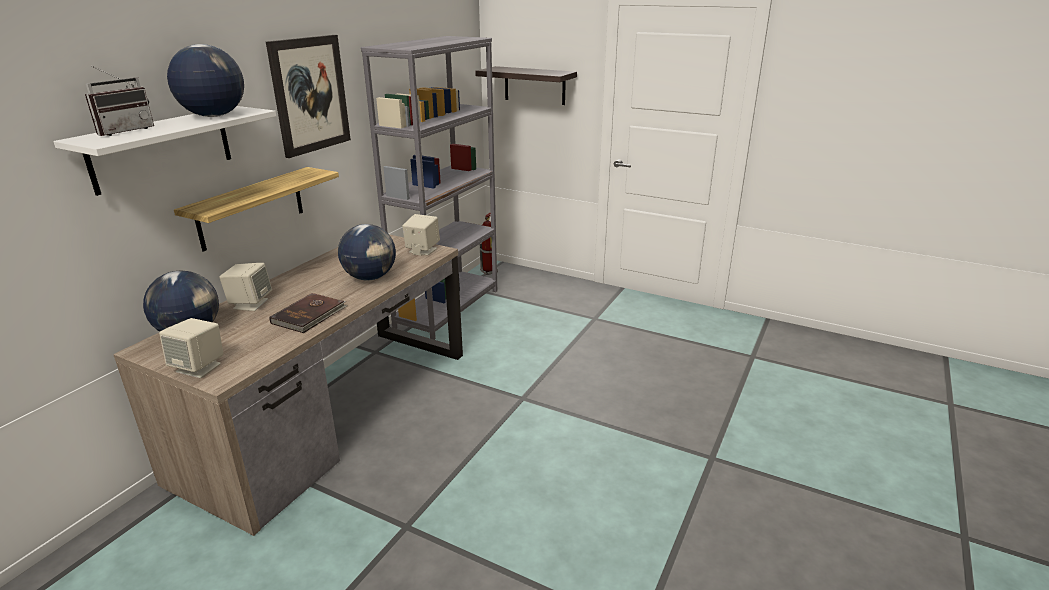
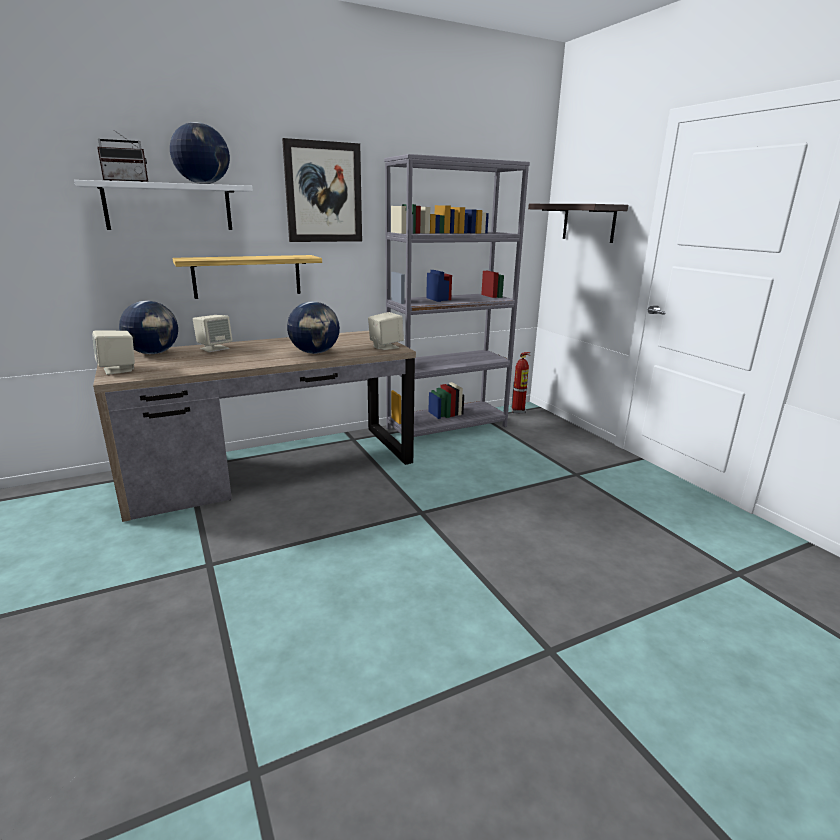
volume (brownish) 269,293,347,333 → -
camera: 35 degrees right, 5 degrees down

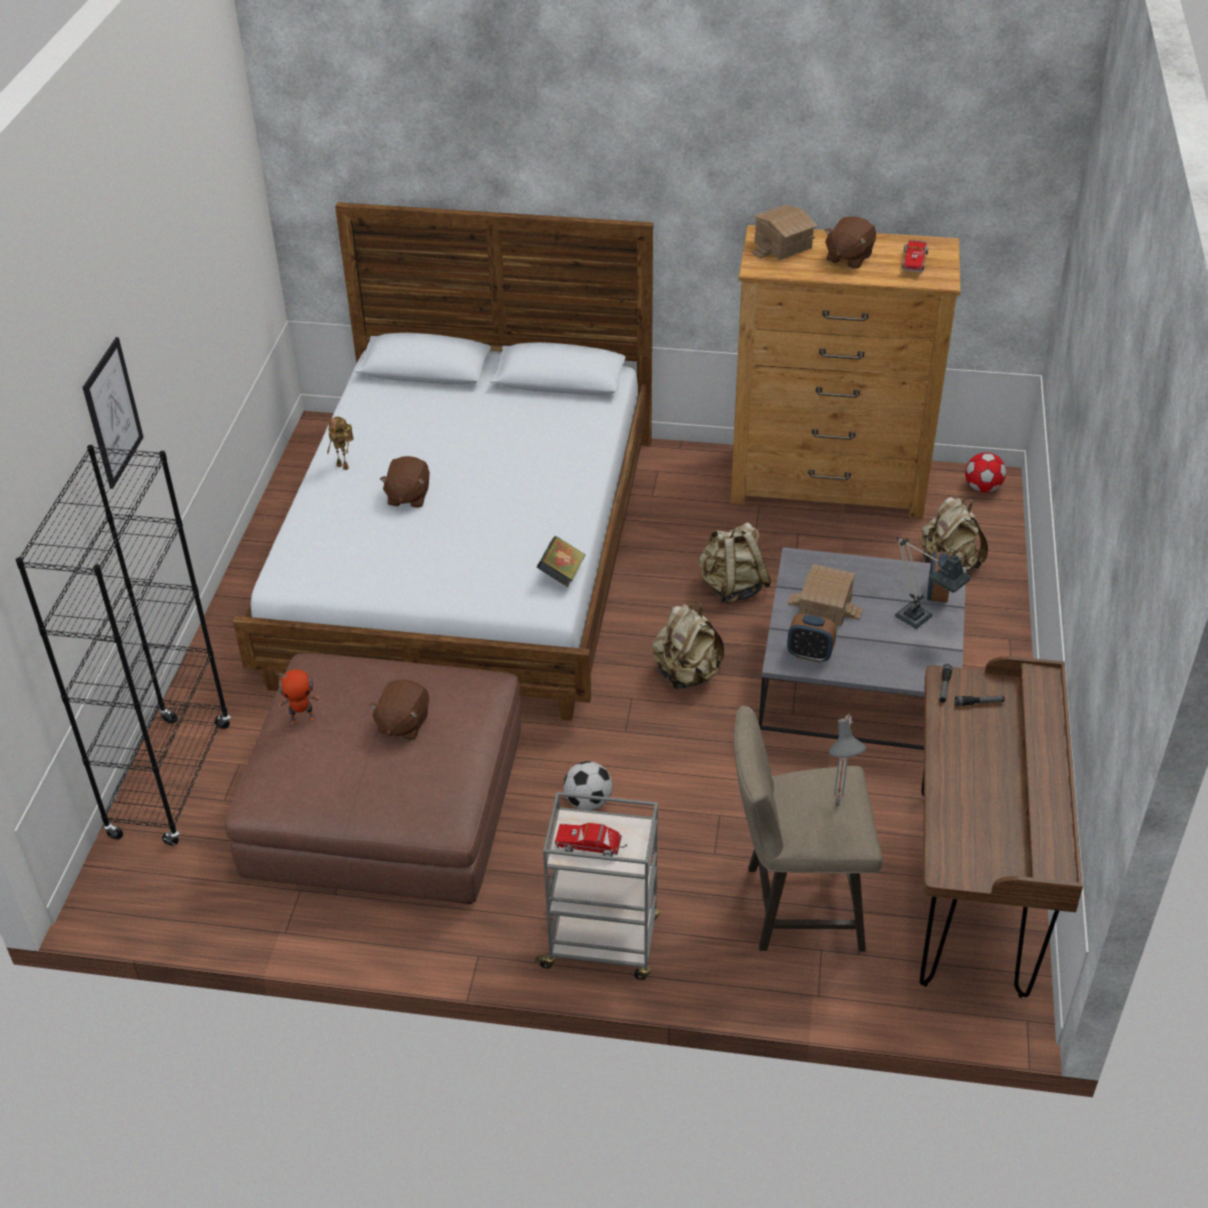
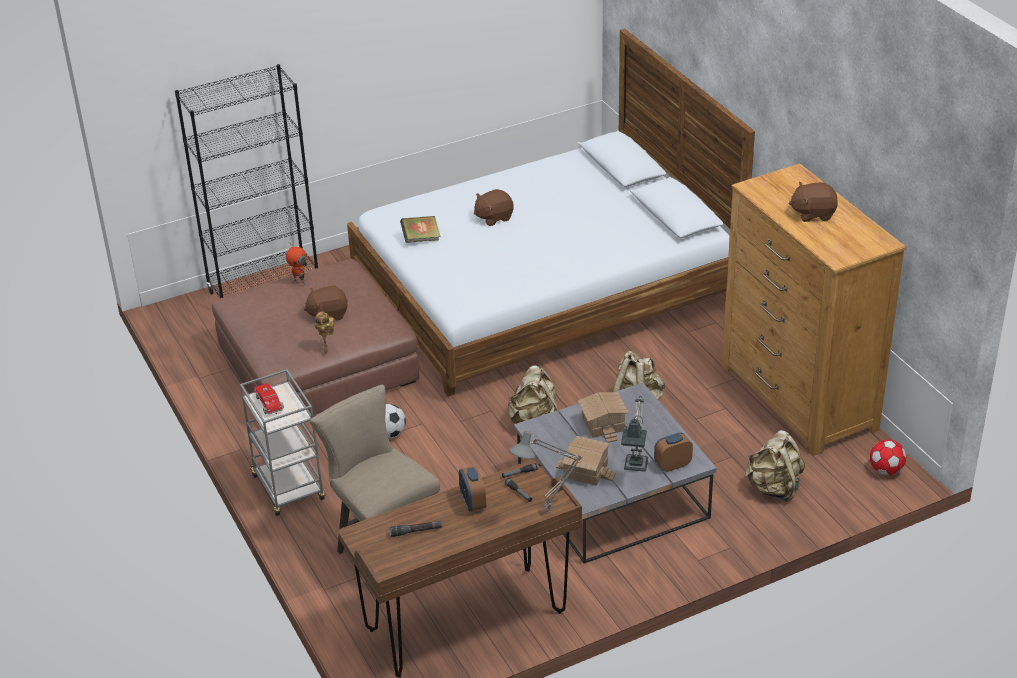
wall art 82,337,144,489 → -
robot figure 327,417,354,470 → robot figure 315,312,335,354, move
volume 537,536,586,587 → volume 400,216,441,243, move
toy house 751,204,818,260 → toy house 556,436,616,486, move
table clock 787,614,837,663 → table clock 459,466,486,511, move
tabletop lamp (grey) 829,714,866,808 → tabletop lamp (grey) 509,431,582,514, move
toy lorry 902,240,929,272 → -
- → torch (blackish) 389,520,442,537
camera: 55 degrees right, 5 degrees down

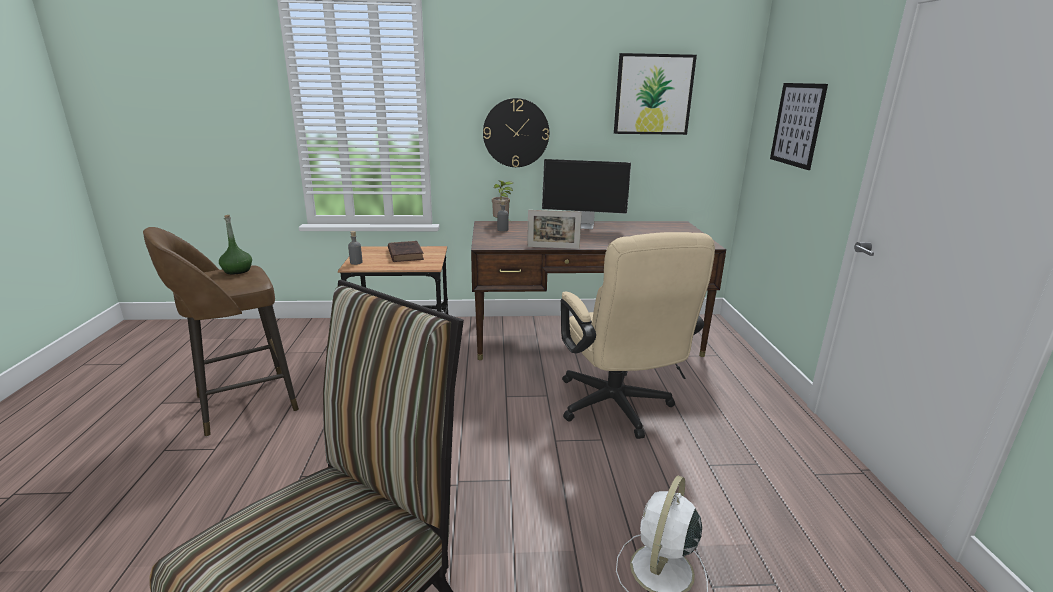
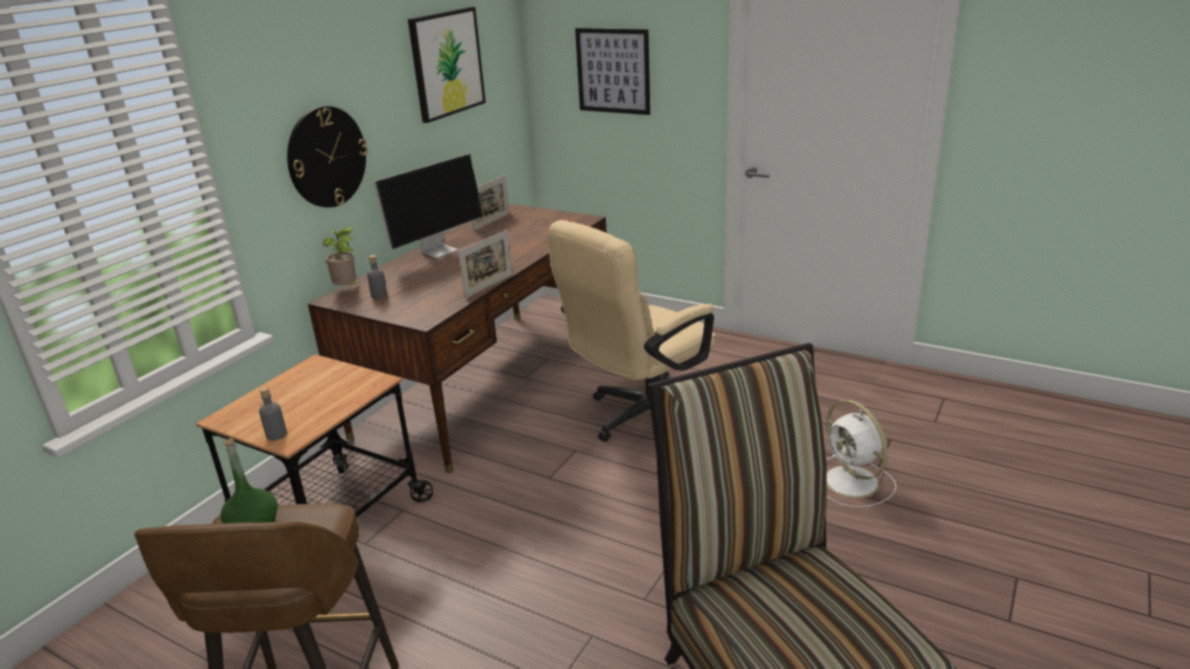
volume (brownish) 388,241,424,262 → -
office chair (beige-coloured) 561,232,715,439 → office chair (beige-coloured) 548,220,716,442, 120 degrees clockwise
- → standing frame 471,175,509,231
camera: 55 degrees left, 5 degrees up

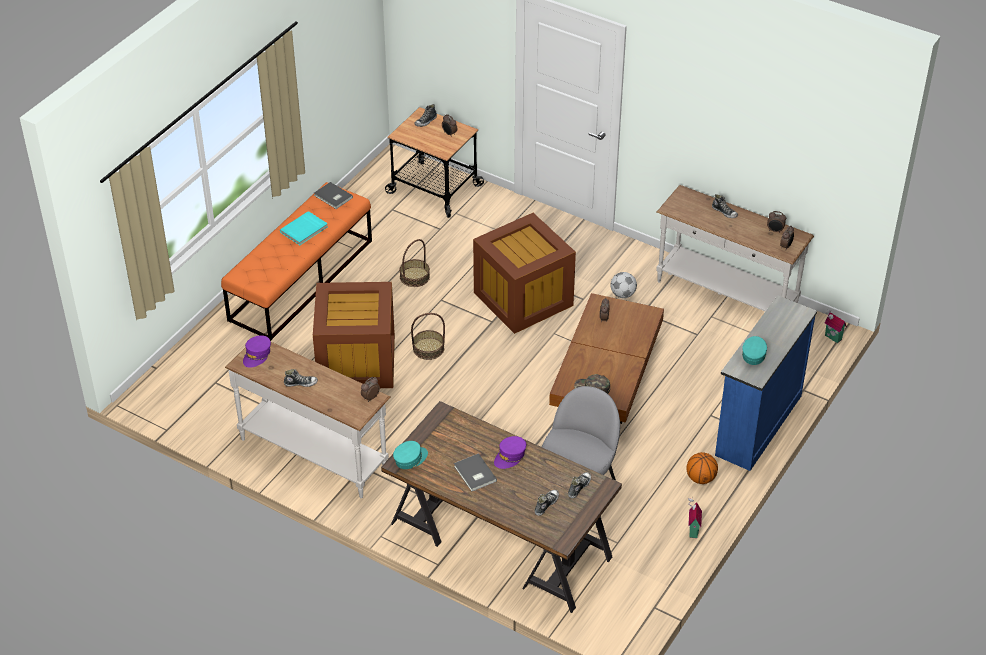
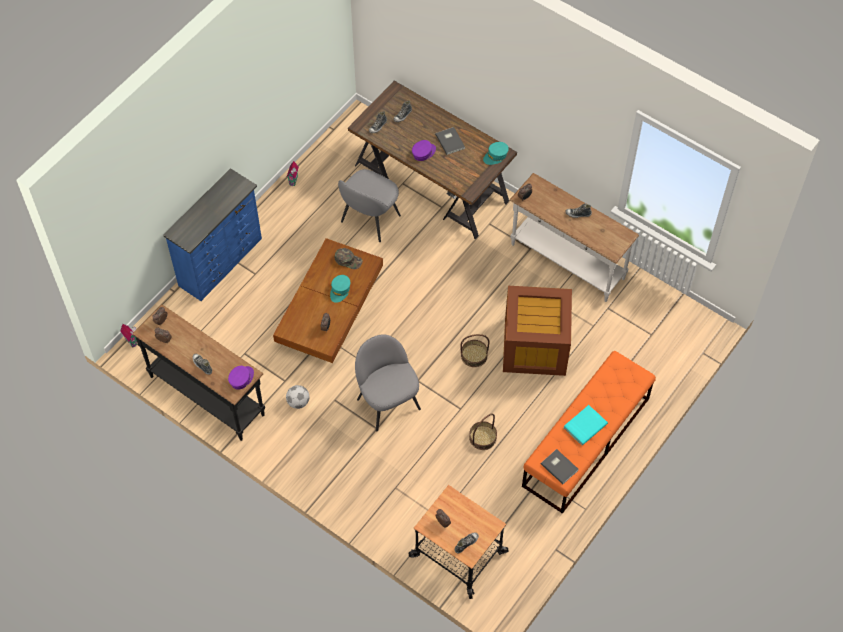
peaked cap (purple-coloured) 243,335,271,368 → peaked cap (purple-coloured) 228,366,254,390, move
storage box (brownish) 473,213,576,334 → upright chair (grey) 355,334,421,431
hall table (white) 656,185,814,311 → hall table (blackish) 133,304,265,441
basketball 686,452,718,484 → -
peaked cap (blue-green) 742,336,767,365 → peaked cap (blue-green) 330,275,350,303, move
camera: 175 degrees left, 15 degrees up

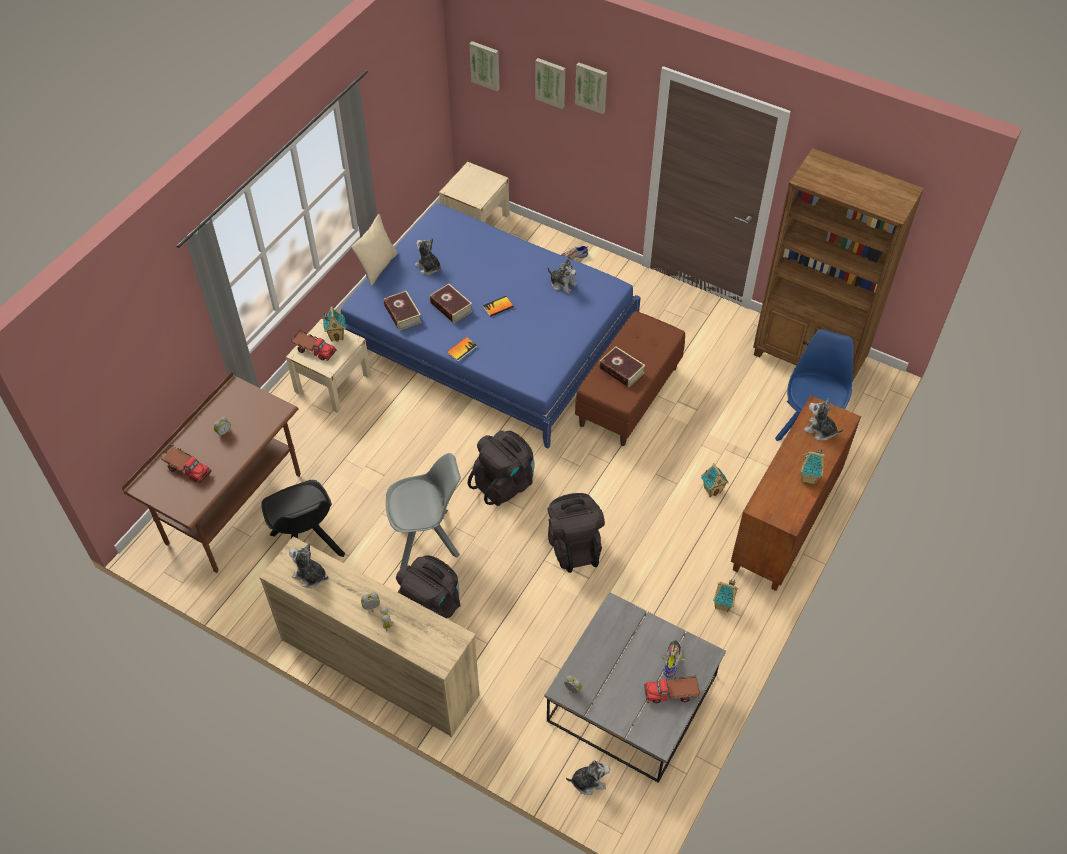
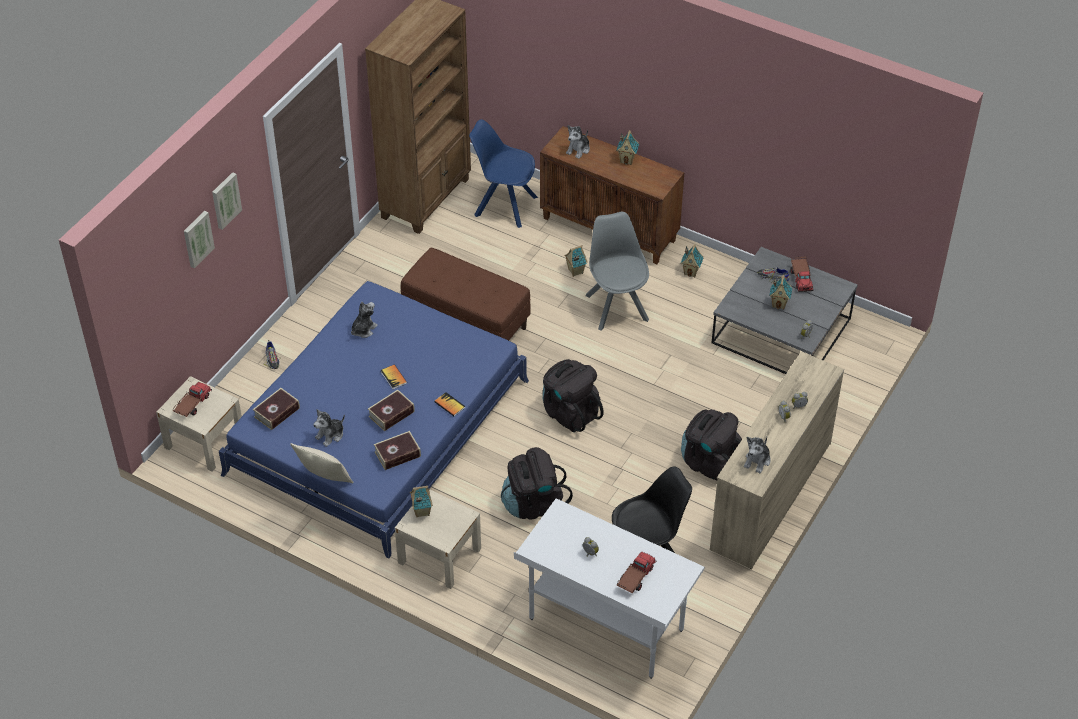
desk table (brownish) 122,372,301,573 → desk table (white) 514,498,705,679
toy lorry 291,330,337,361 → toy lorry 173,382,212,417, move
upright chair (grey) 386,453,461,568 → upright chair (grey) 586,212,649,331, move
wall art 470,41,500,91 → -
rucksack (blackish) 547,493,605,573 → rucksack (blackish) 501,447,573,520, move
plush toy 566,760,610,795 → -
volume 599,346,645,388 → volume 253,388,300,430, move
- → toy house 769,275,792,310
camera: 90 degrees left, 5 degrees down

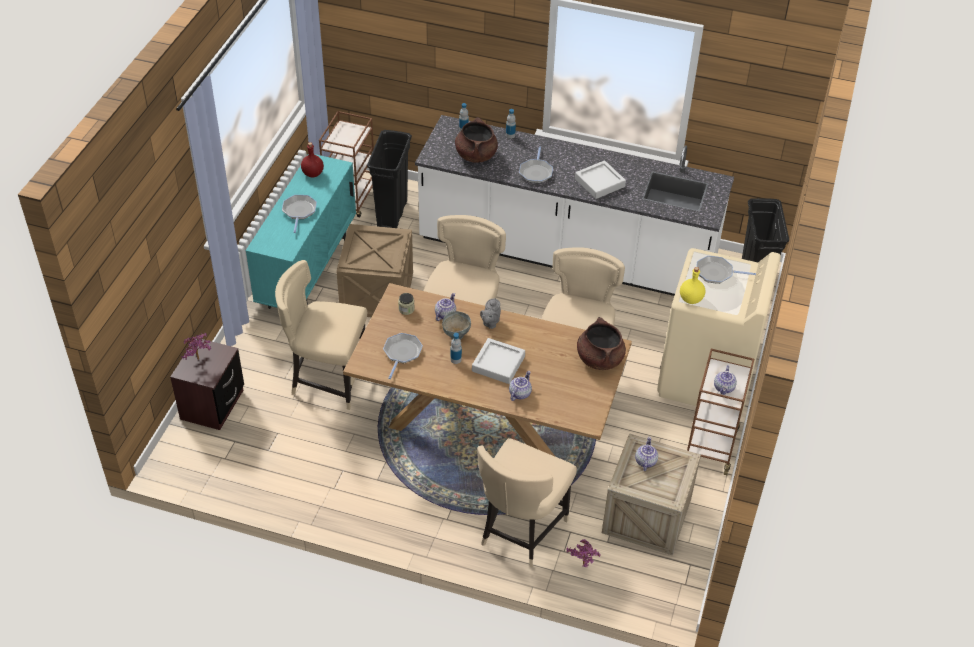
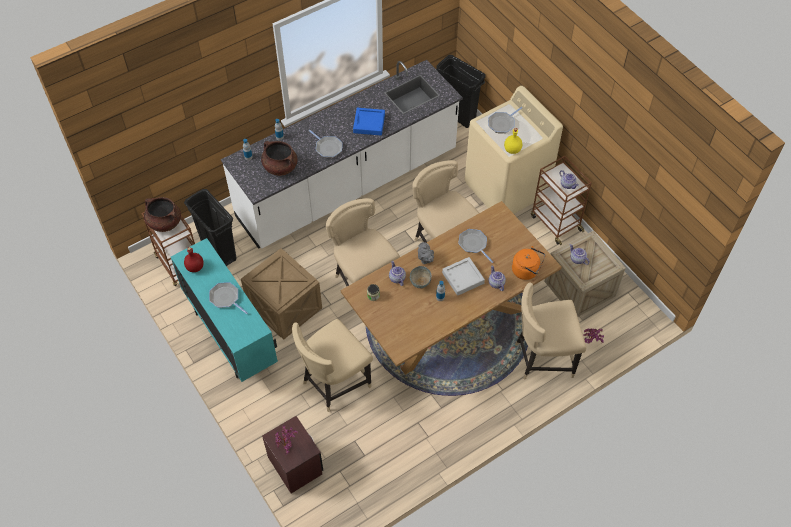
pan 383,333,423,379 → pan 458,229,493,263, move
upright chair (beige-coloured) 477,438,577,567 → upright chair (beige-coloured) 515,283,586,380, 105 degrees clockwise
carrying tray (grey) 575,160,626,199 → carrying tray (blue) 353,108,385,136
stockpot (brownish) 577,317,626,370 → stockpot (brownish) 144,197,181,232, move
- → tea kettle (orange) 512,246,546,280
camera: 50 degrees left, 10 degrees up

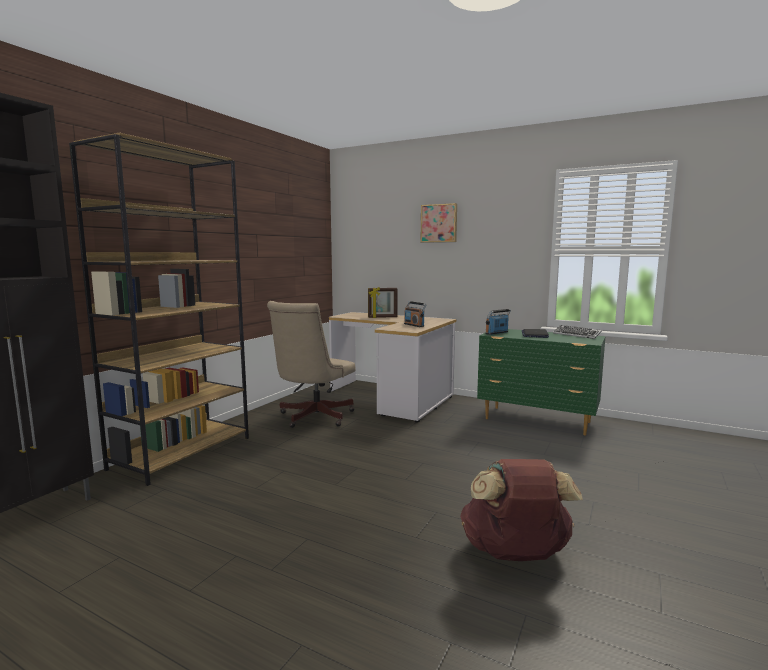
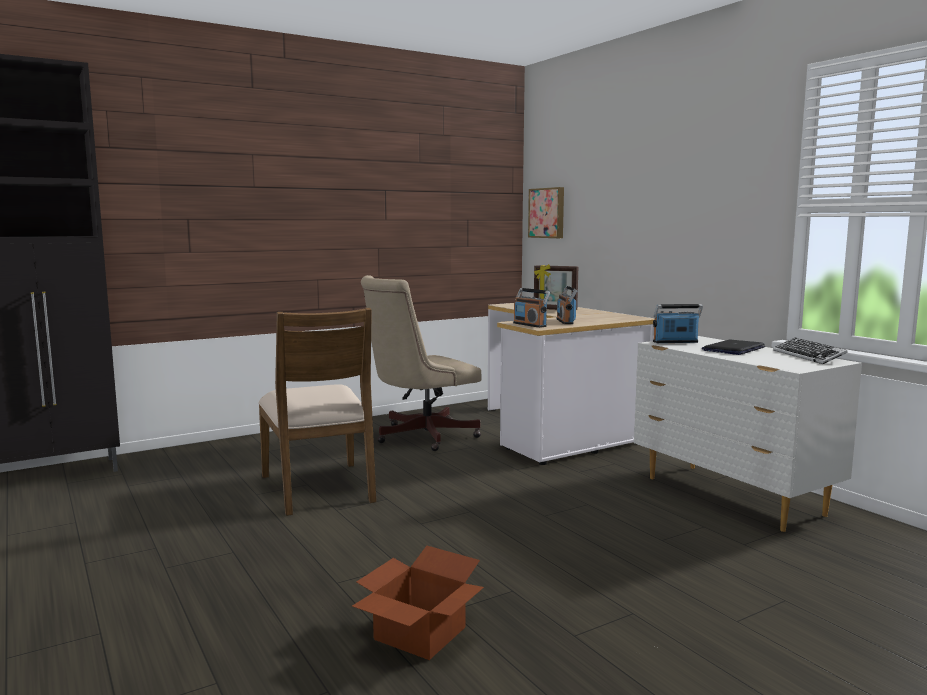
bookshelf (brownish) 69,132,249,486 → -
wall art 420,203,457,243 → wall art 528,187,564,238, move
rucksack (brownish) 460,459,583,561 → cardboard box 352,546,484,660
drawer chest (green) 477,329,606,436 → drawer chest (white) 634,336,862,532
- → upright chair (brownish) 258,308,376,516
- → radio receiver 513,288,550,328
camera: 30 degrees right, 0 degrees up

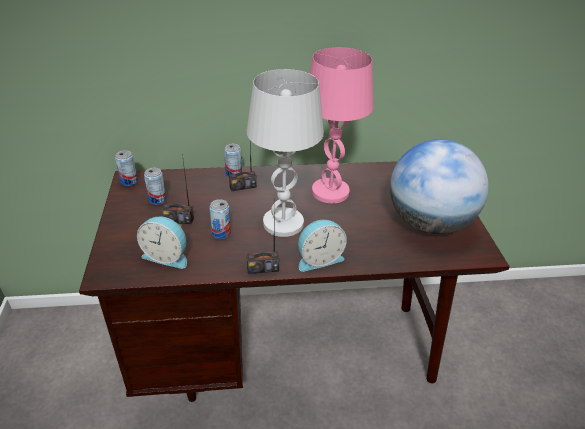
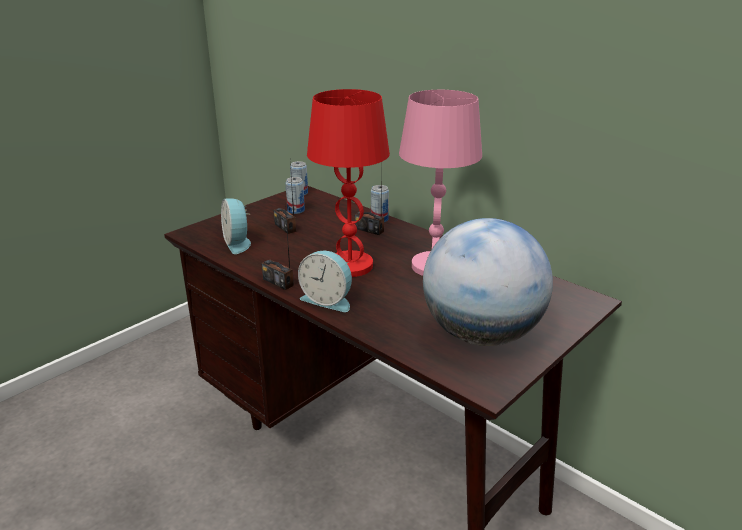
sealed can 209,199,231,239 → -
tabletop lamp (white) 247,69,324,237 → tabletop lamp (red-coloured) 307,89,390,277
camera: 50 degrees right, 10 degrees down

